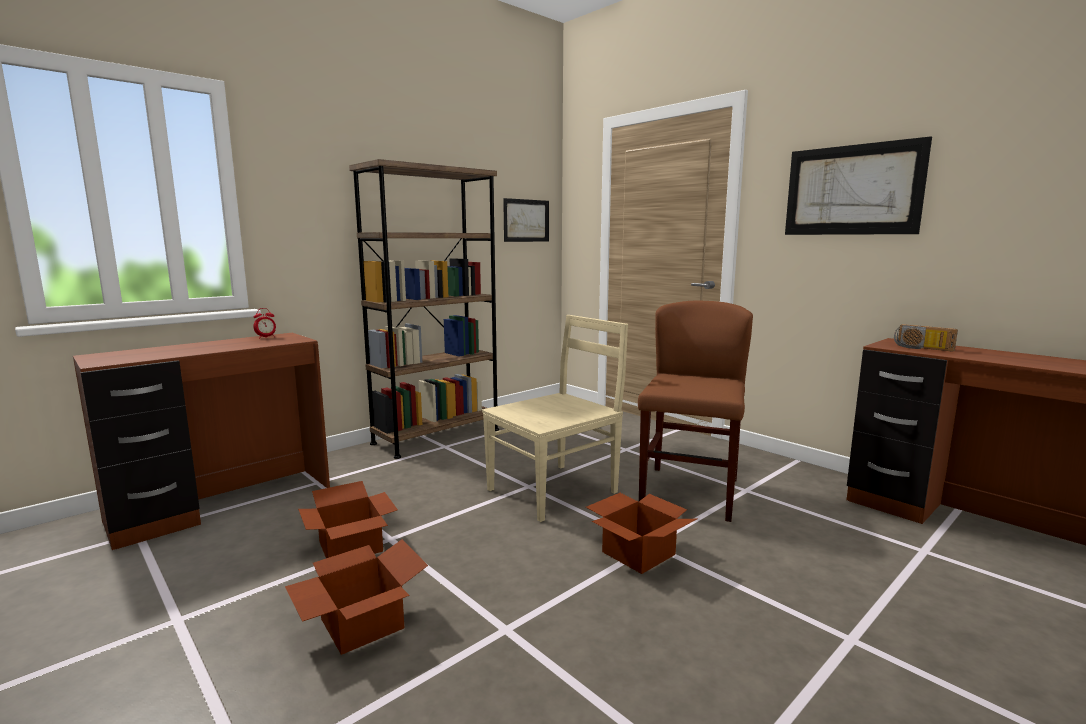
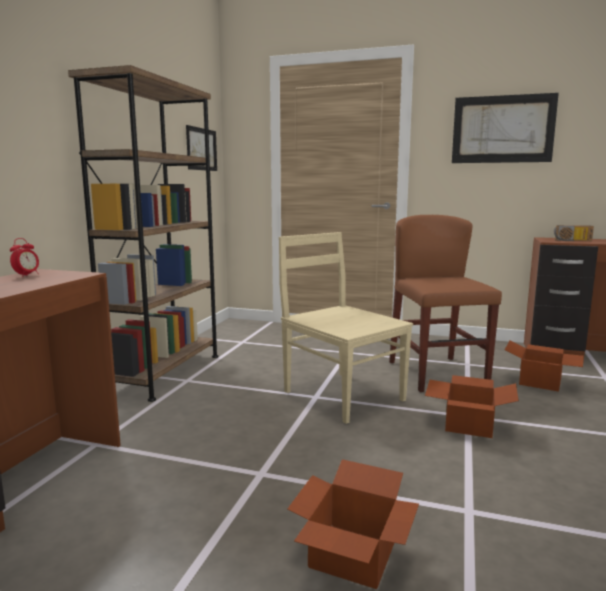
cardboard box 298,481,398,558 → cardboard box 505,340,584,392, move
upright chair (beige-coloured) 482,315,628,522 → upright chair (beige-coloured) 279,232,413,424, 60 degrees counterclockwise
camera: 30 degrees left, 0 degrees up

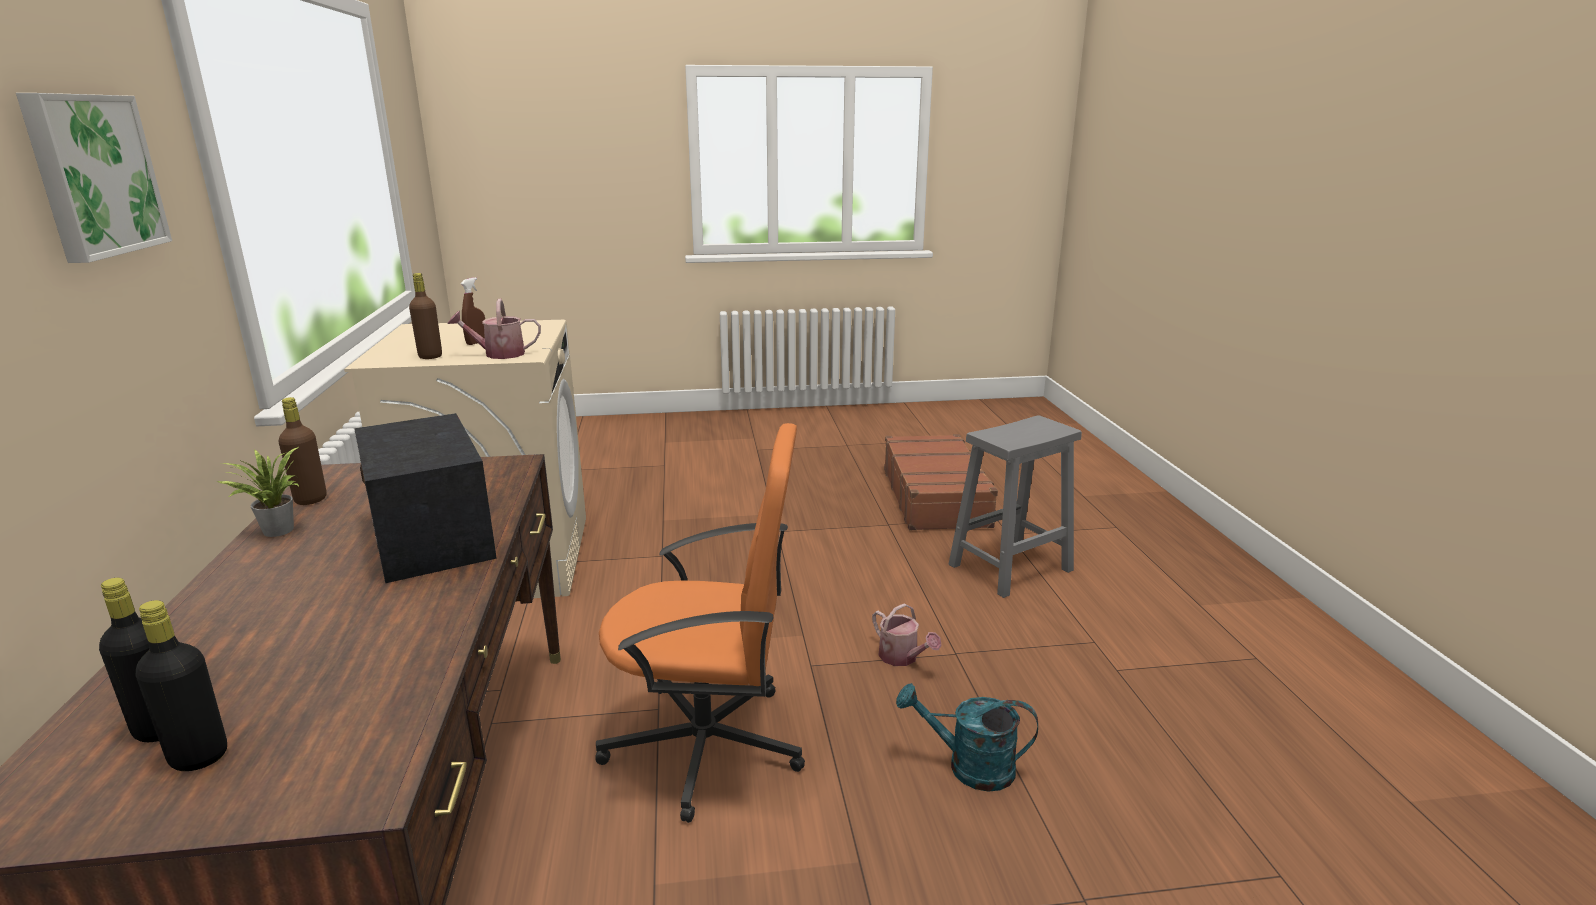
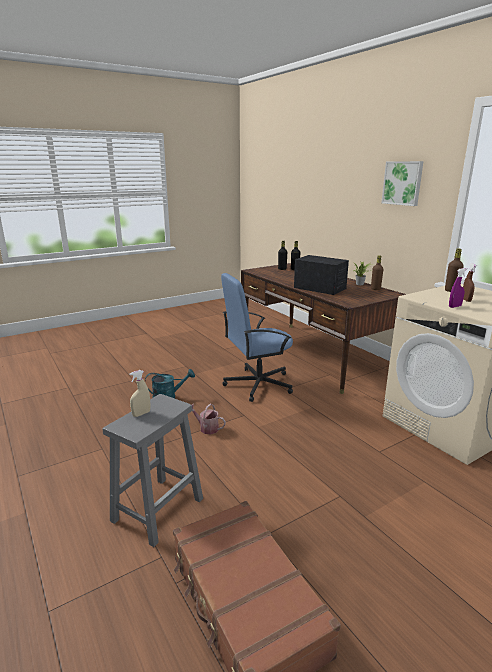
watering can 447,299,541,359 → -
office chair (orange) 595,423,805,823 → office chair (blue) 221,273,293,402
- → hand sprayer (beige-coloured) 129,370,151,417
- → hand sprayer (purple-coloured) 449,268,467,308
camera: 155 degrees right, 0 degrees up

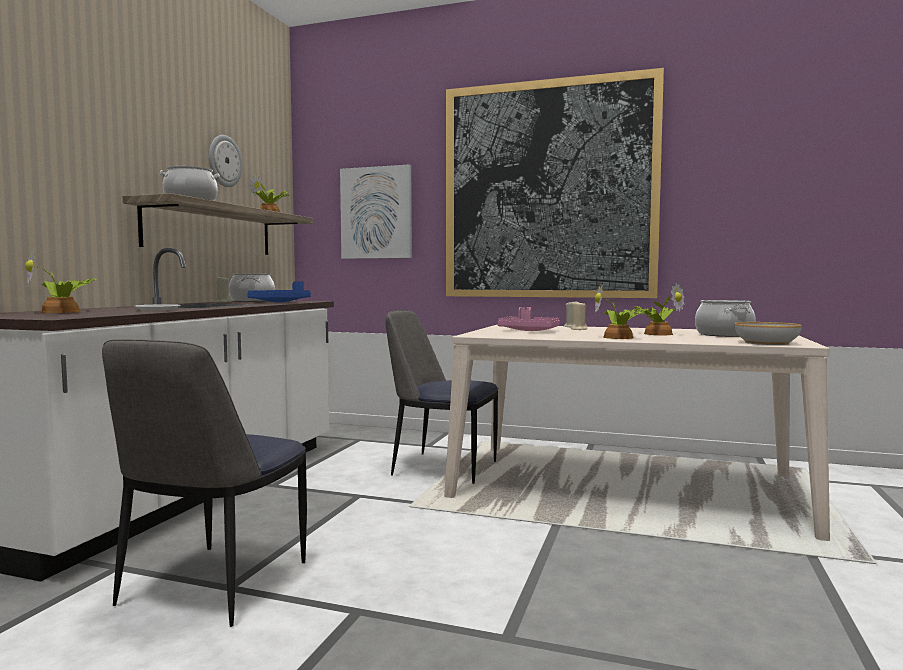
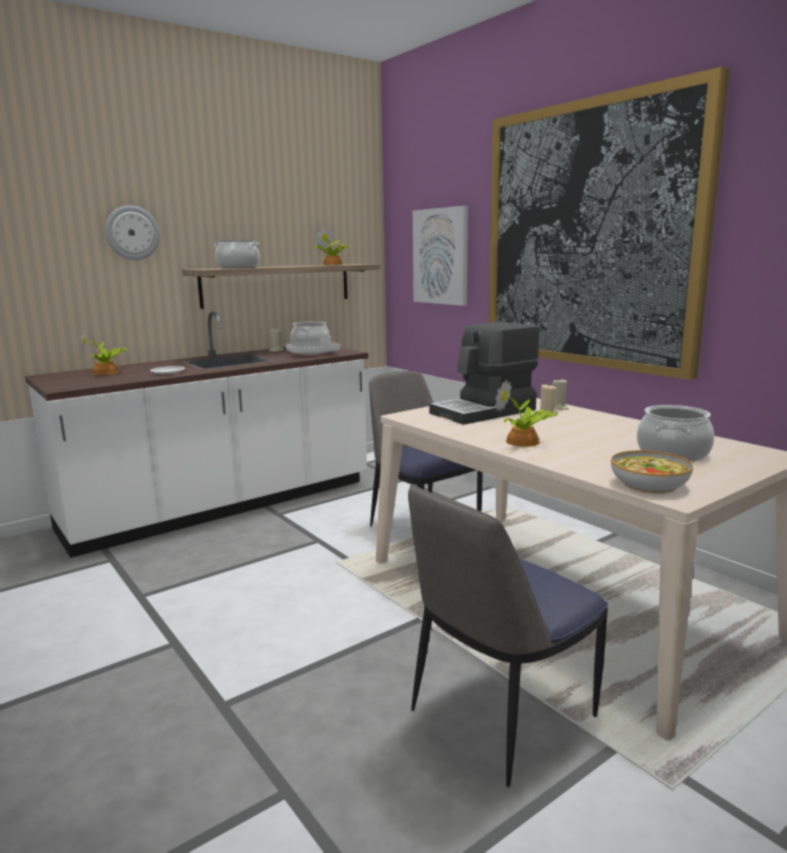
upright chair 102,339,307,627 → upright chair 408,485,608,787, move
clock on the wall 209,135,242,187 → clock on the wall 105,205,160,260, move
carrying tray (blue) 247,281,311,302 → carrying tray (grey) 286,336,340,355
carrying tray (pink) 498,307,560,331 → coffee machine 429,322,539,425
plant in a pot 630,283,684,335 → -
camera: 35 degrees right, 10 degrees up

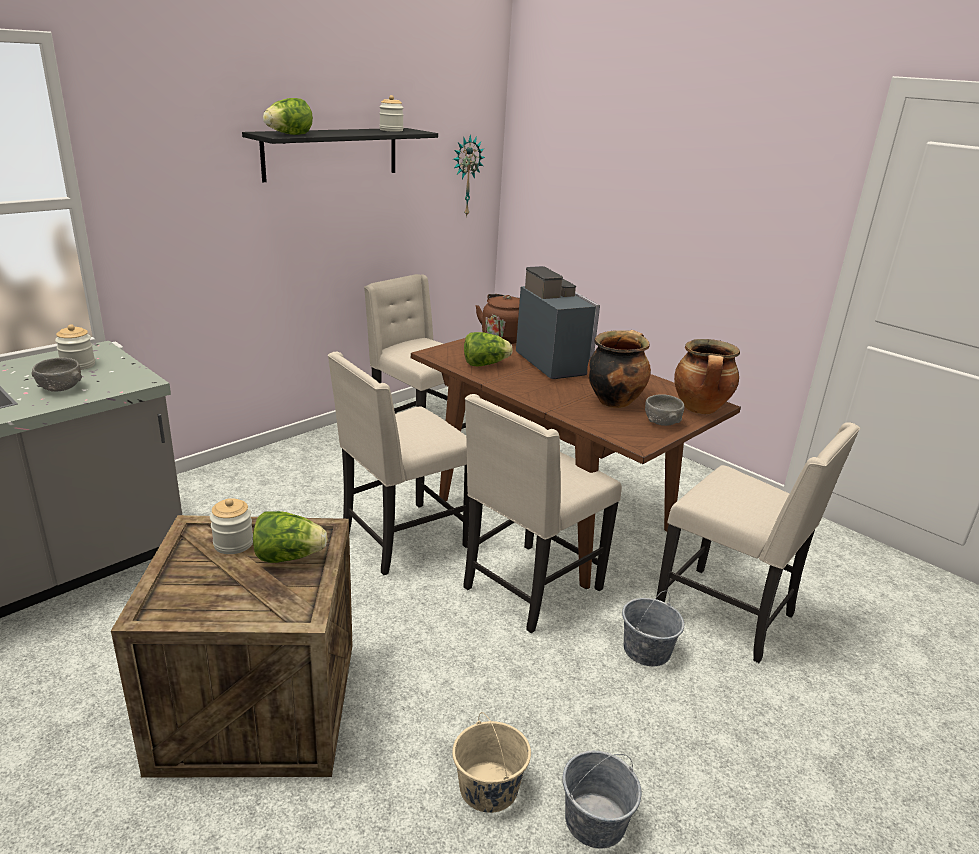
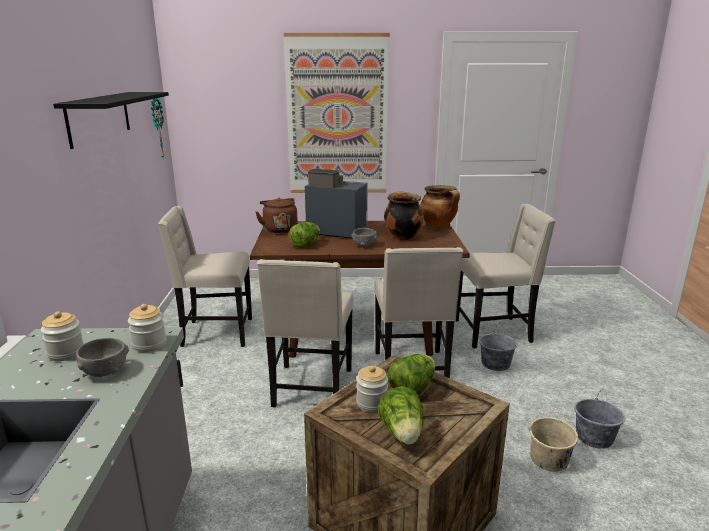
lettuce 263,98,313,135 → lettuce 378,386,423,445, move
storage jar 379,95,404,132 → storage jar 128,304,167,352, move
deep dish (grey) 645,394,684,426 → deep dish (grey) 351,228,377,247, move
- → wall art 284,33,390,193
camera: 45 degrees left, 5 degrees down

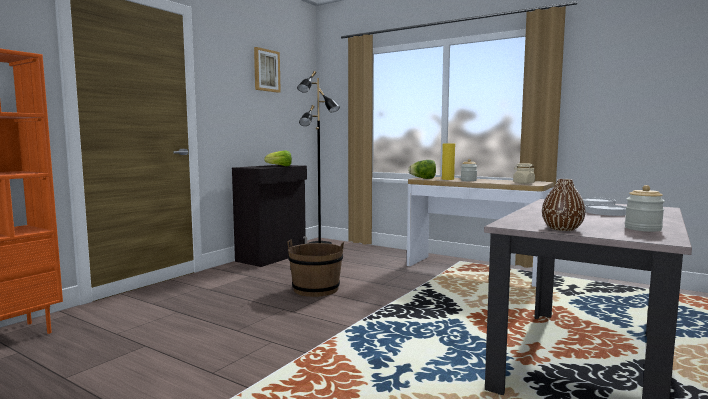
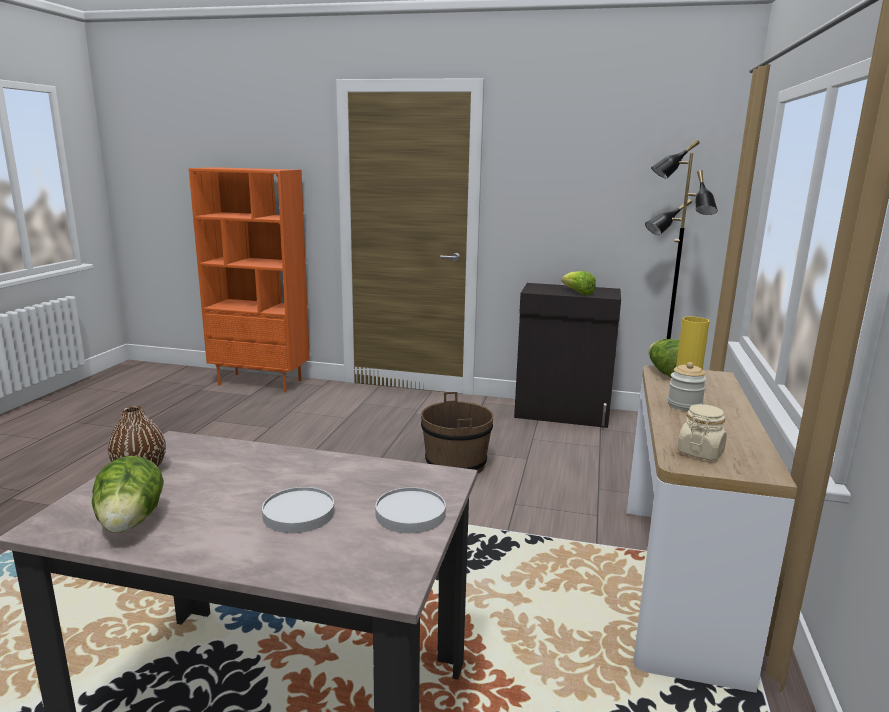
wall art 254,47,281,93 → -
storage jar 625,185,665,232 → lettuce 92,456,164,533
camera: 70 degrees right, 10 degrees up

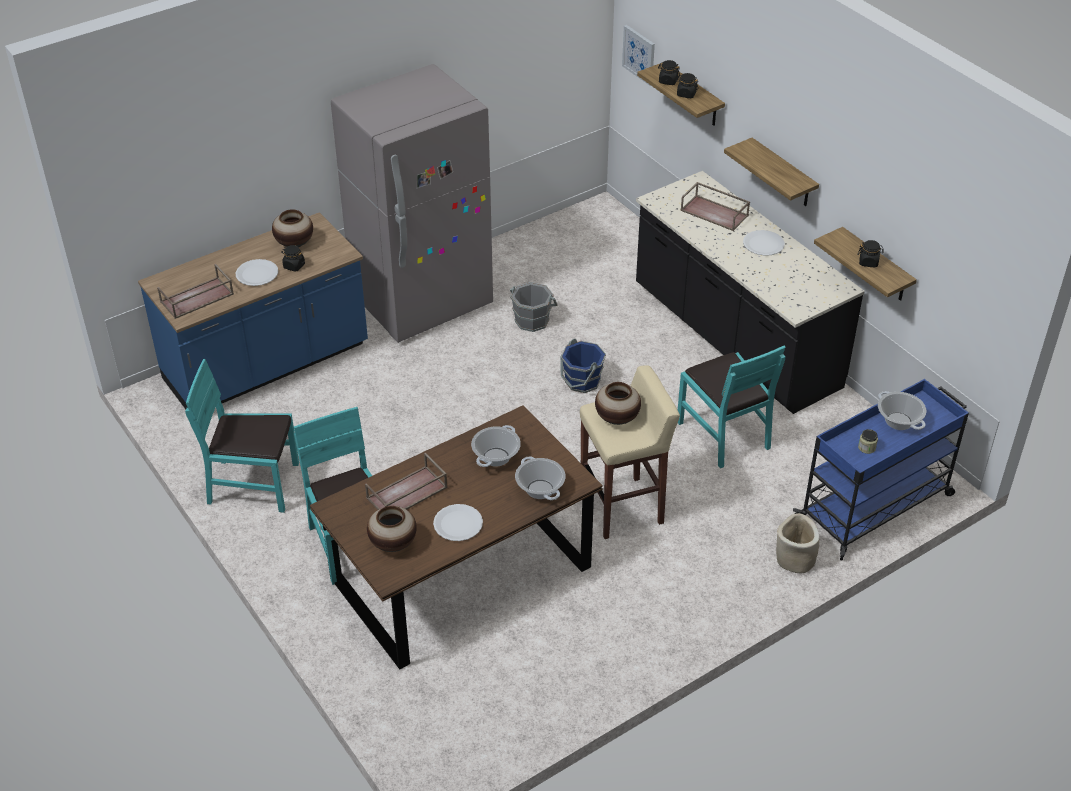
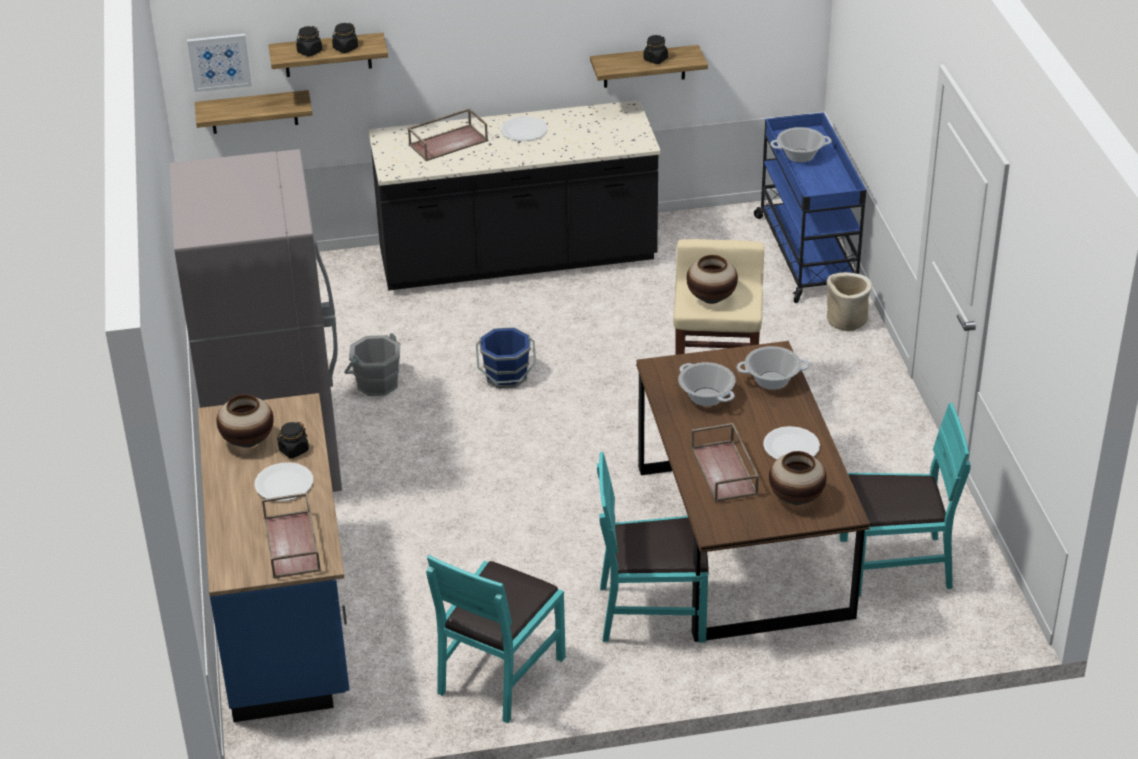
upright chair (blue-green) 678,346,785,468 → upright chair (blue-green) 840,403,971,597, move
shelf 724,138,819,206 → shelf 195,90,313,134, move
storage jar 858,429,878,454 → -
camera: 65 degrees left, 5 degrees down

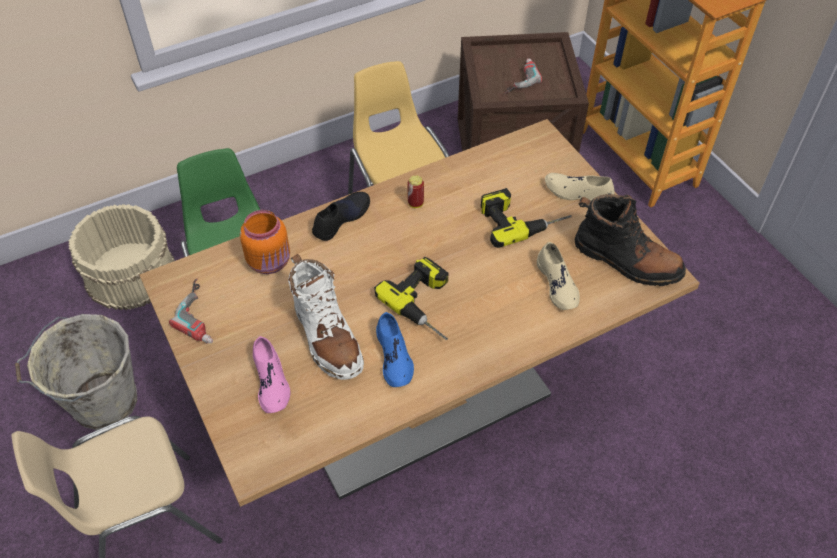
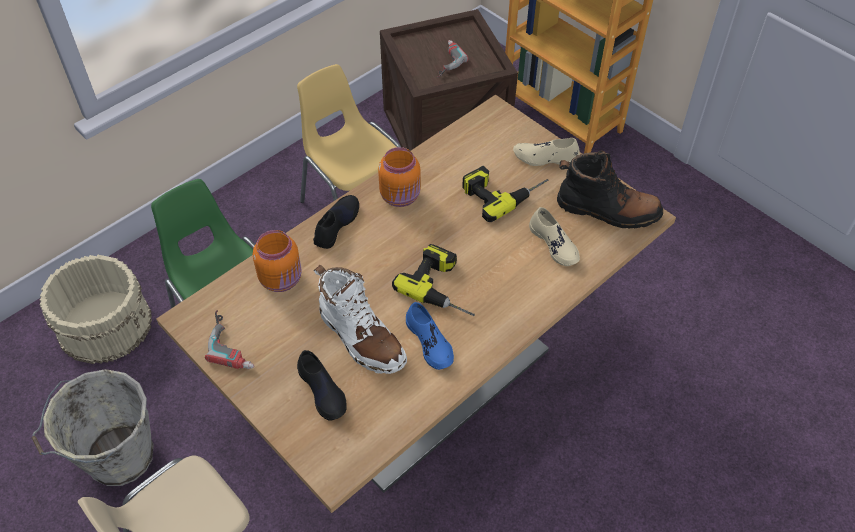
shoe (pink) 253,336,291,413 → shoe (blackish) 297,350,347,421
sealed can 407,175,424,208 → storage jar (orange) 378,147,421,207
camera: 15 degrees left, 0 degrees up

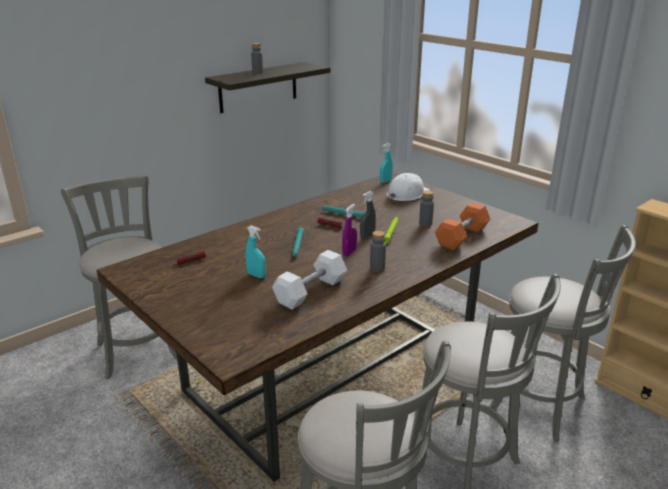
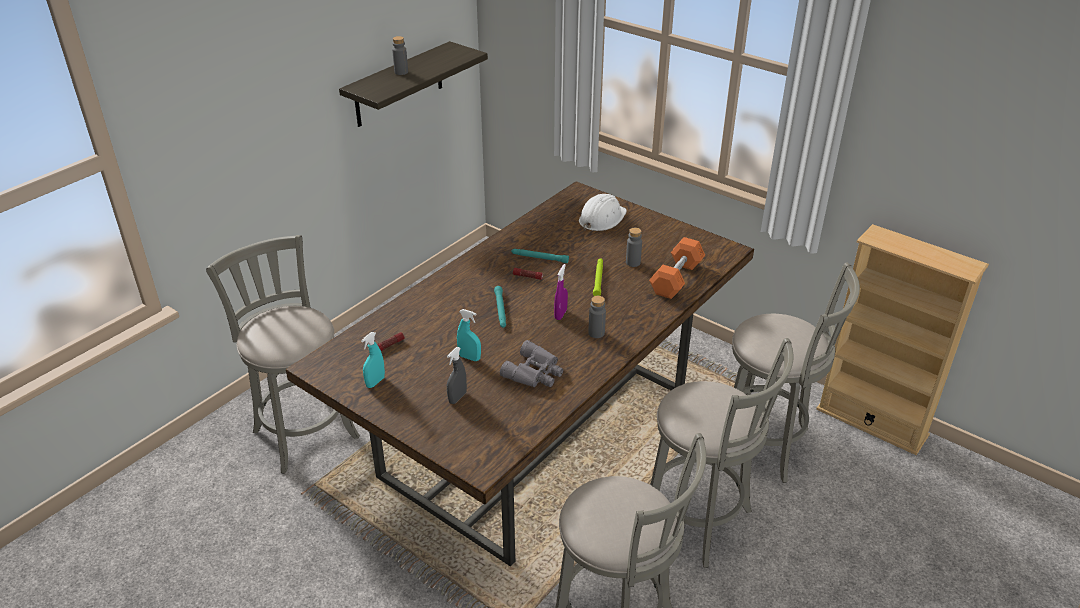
dumbbell (white) 272,250,347,310 → binoculars (grey) 500,340,563,387
hand sprayer (grey) 360,191,376,239 → hand sprayer (grey) 447,347,467,404, move
hand sprayer (blue-green) 380,143,393,183 → hand sprayer (blue-green) 361,332,385,388, move
camera: 10 degrees left, 10 degrees up

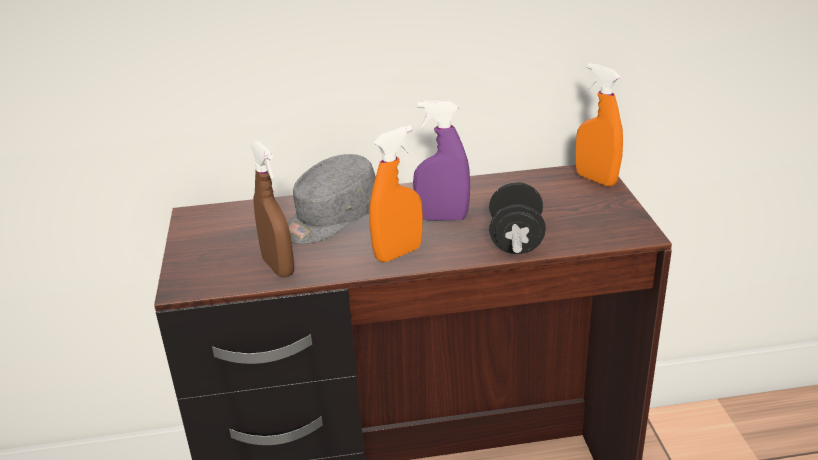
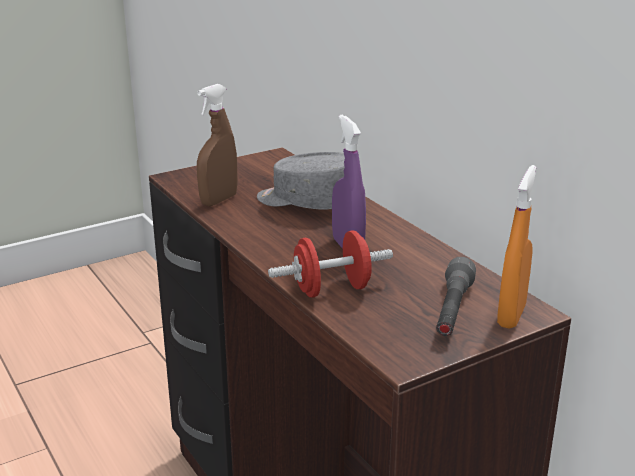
hand sprayer (orange) 369,125,423,262 → -
dumbbell (blackish) 489,182,546,254 → dumbbell (red-coloured) 268,231,393,297
- → torch (grey) 436,257,476,336
camera: 65 degrees right, 5 degrees down

